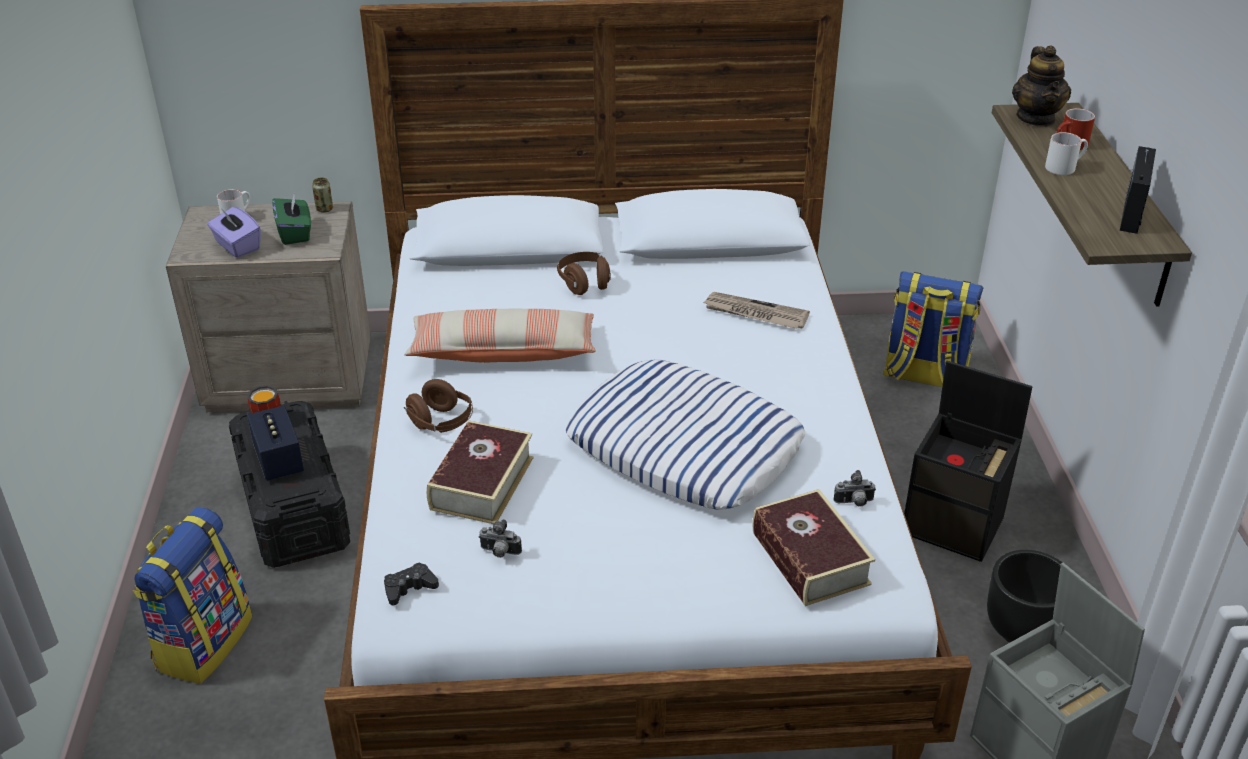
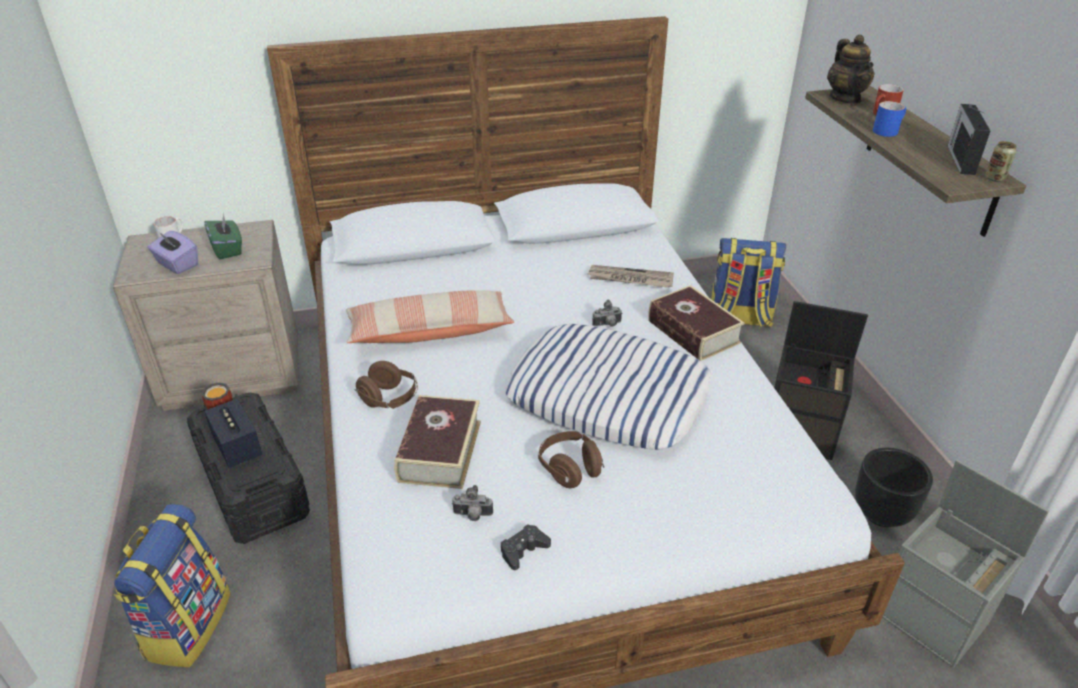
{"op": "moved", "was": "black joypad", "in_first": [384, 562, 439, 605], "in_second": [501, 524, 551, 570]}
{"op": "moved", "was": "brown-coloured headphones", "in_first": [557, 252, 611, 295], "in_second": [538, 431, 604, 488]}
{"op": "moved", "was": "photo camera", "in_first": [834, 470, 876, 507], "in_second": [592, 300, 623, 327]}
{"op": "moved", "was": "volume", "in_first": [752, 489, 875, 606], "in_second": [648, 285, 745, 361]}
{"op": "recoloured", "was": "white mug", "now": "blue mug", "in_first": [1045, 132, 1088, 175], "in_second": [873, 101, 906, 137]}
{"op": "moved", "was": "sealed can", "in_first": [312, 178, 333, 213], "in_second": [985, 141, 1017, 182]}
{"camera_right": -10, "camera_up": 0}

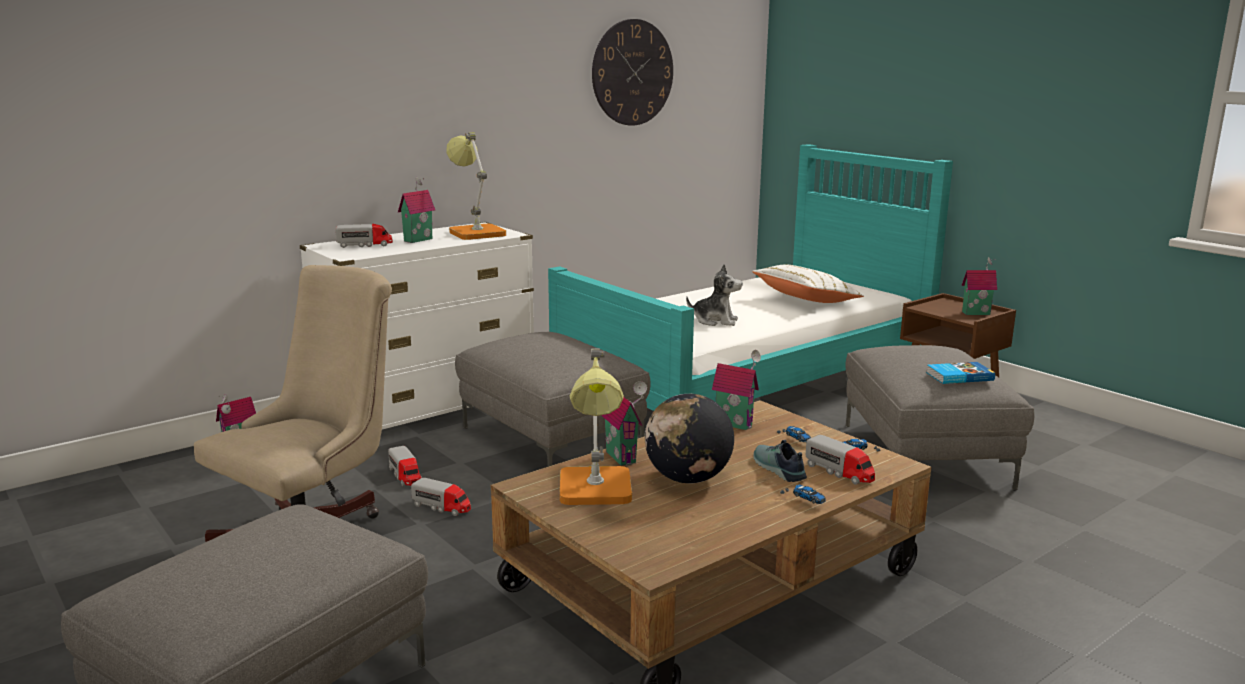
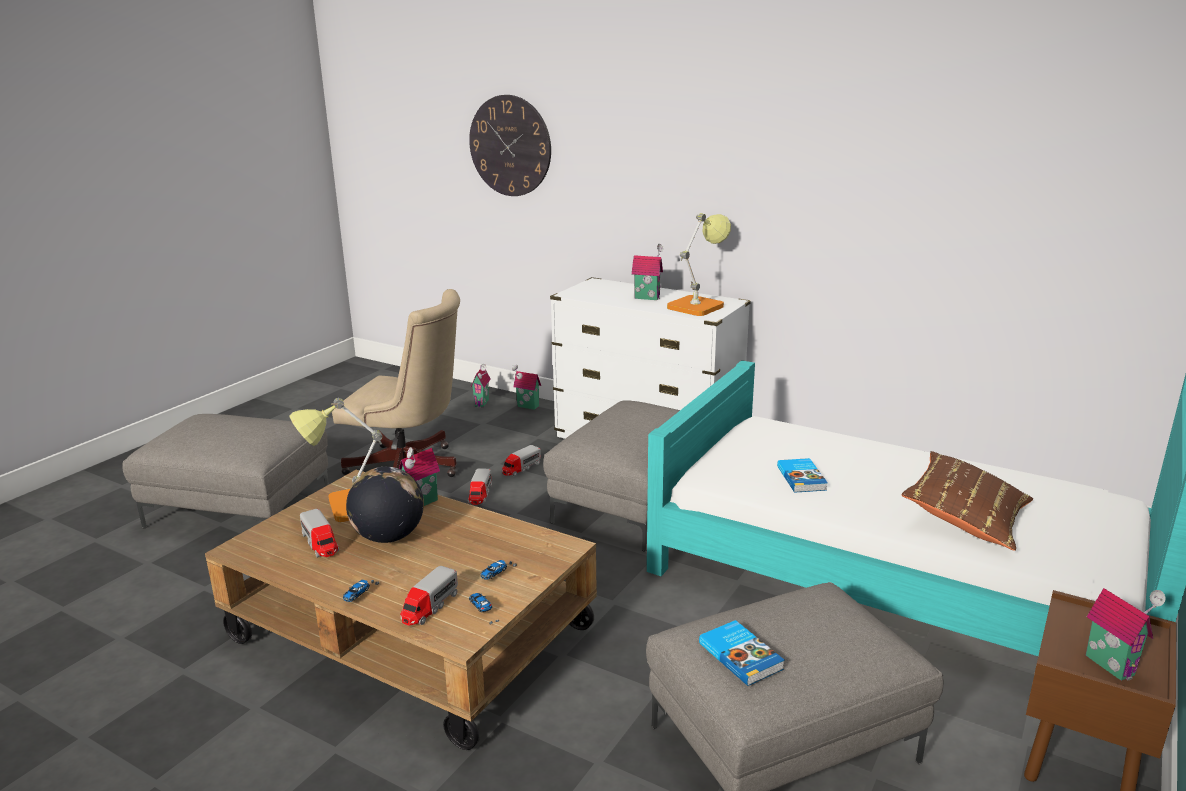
{"op": "moved", "was": "toy lorry", "in_first": [335, 223, 393, 248], "in_second": [300, 509, 339, 558]}
{"op": "moved", "was": "wall clock", "in_first": [592, 19, 673, 126], "in_second": [469, 95, 551, 196]}
{"op": "moved", "was": "miniature house", "in_first": [712, 350, 761, 430], "in_second": [471, 364, 491, 408]}
{"op": "replaced", "was": "soft toy", "now": "volume", "in_first": [686, 264, 743, 326], "in_second": [777, 458, 828, 493]}
{"op": "recoloured", "was": "white cushion", "now": "brown-coloured cushion", "in_first": [752, 264, 864, 303], "in_second": [902, 451, 1033, 551]}
{"op": "removed", "was": "shoe", "in_first": [753, 440, 807, 482]}
{"camera_right": 70, "camera_up": 5}

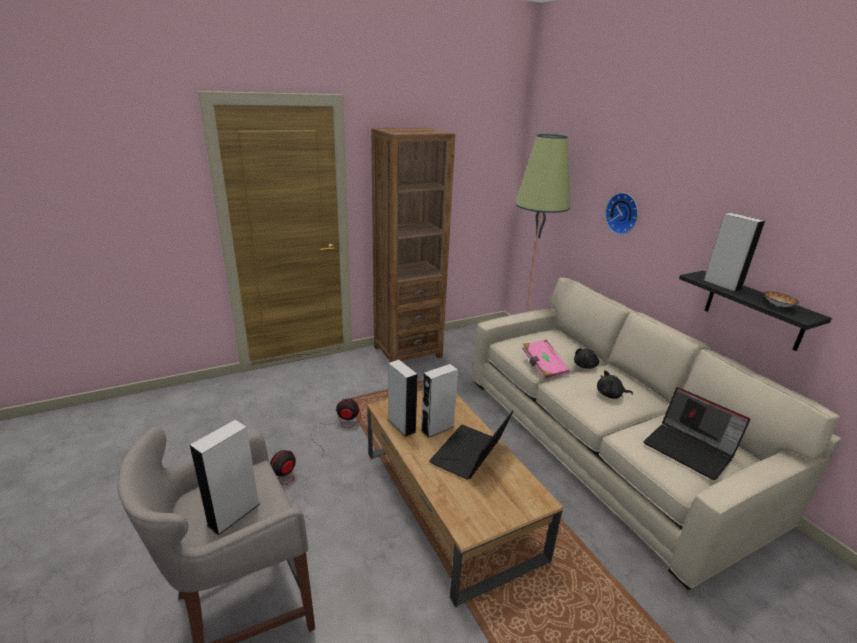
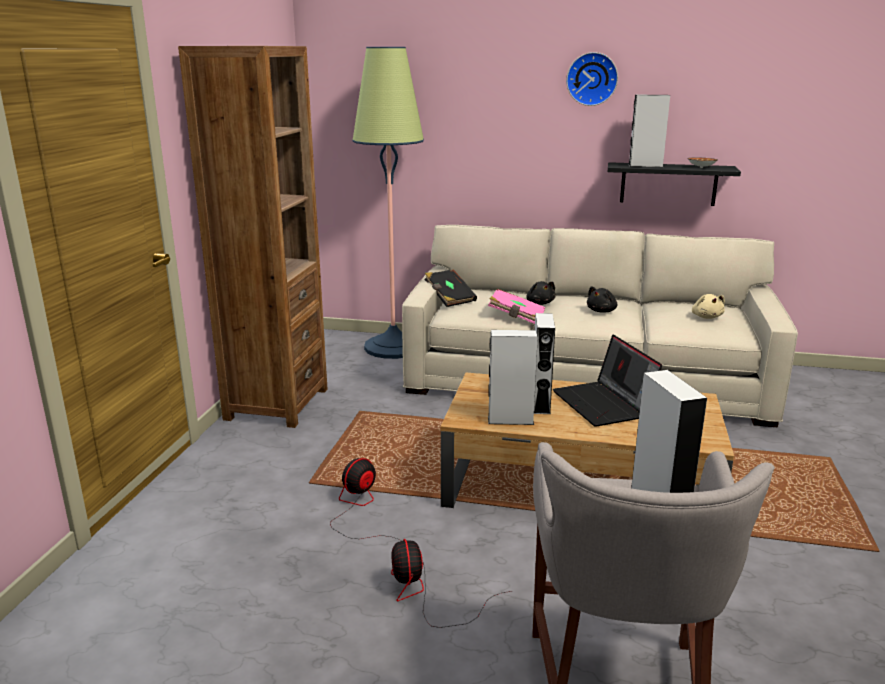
{"op": "added", "now": "black volume", "in_second": [425, 270, 477, 307]}
{"op": "moved", "was": "wall clock", "in_first": [605, 193, 638, 235], "in_second": [566, 52, 618, 106]}
{"op": "replaced", "was": "notebook computer", "now": "sand-coloured soft toy", "in_first": [643, 387, 750, 480], "in_second": [692, 294, 725, 319]}
{"camera_right": -50, "camera_up": -5}

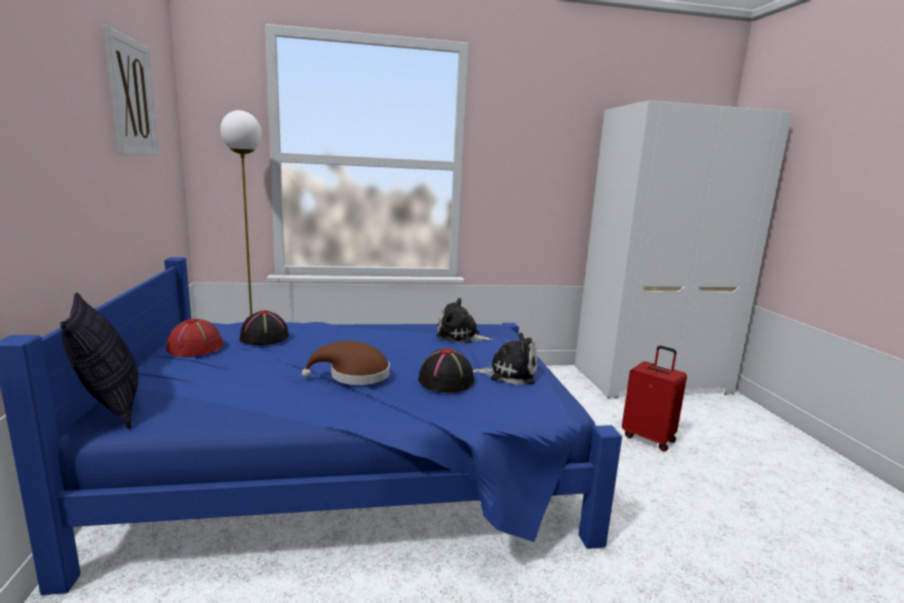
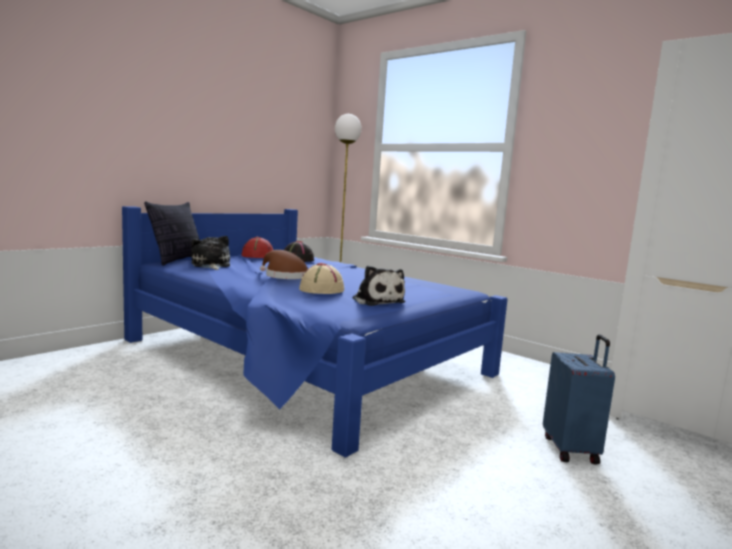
{"op": "moved", "was": "soft toy", "in_first": [436, 298, 493, 343], "in_second": [191, 236, 230, 270]}
{"op": "recoloured", "was": "black hat", "now": "sand-coloured hat", "in_first": [418, 349, 474, 393], "in_second": [299, 263, 344, 294]}
{"op": "recoloured", "was": "red suitcase", "now": "blue suitcase", "in_first": [622, 346, 687, 451], "in_second": [543, 334, 615, 465]}
{"op": "removed", "was": "wall picture", "in_first": [103, 26, 159, 155]}
{"camera_right": 50, "camera_up": -5}

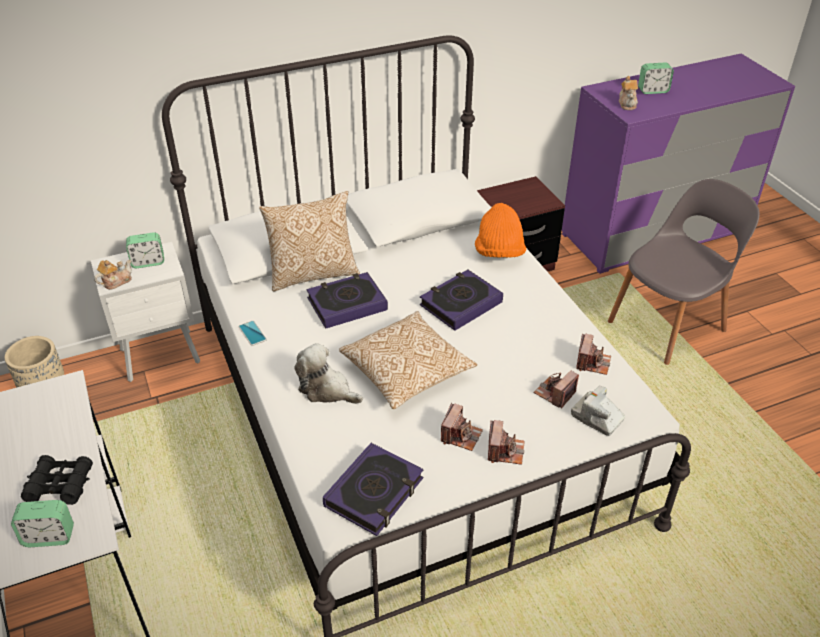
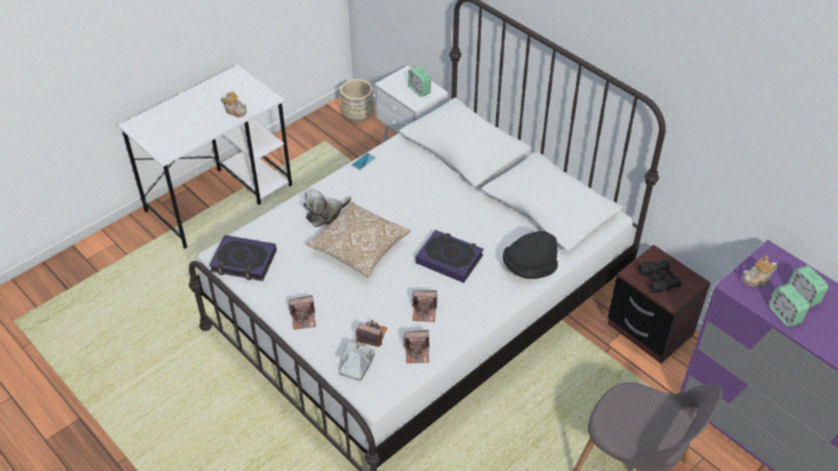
{"op": "moved", "was": "tea pot", "in_first": [94, 260, 132, 290], "in_second": [221, 91, 247, 117]}
{"op": "turned", "was": "soft toy", "in_first": [294, 343, 363, 404], "in_second": [303, 189, 351, 227], "clockwise": -135}
{"op": "moved", "was": "photo camera", "in_first": [441, 403, 483, 451], "in_second": [412, 290, 437, 322]}
{"op": "recoloured", "was": "orange hat", "now": "black hat", "in_first": [475, 203, 526, 258], "in_second": [503, 231, 558, 279]}
{"op": "moved", "was": "black binoculars", "in_first": [21, 455, 93, 505], "in_second": [638, 260, 682, 293]}
{"op": "moved", "was": "bedside clock", "in_first": [11, 500, 74, 547], "in_second": [769, 284, 810, 327]}
{"op": "removed", "was": "cushion", "in_first": [259, 191, 360, 292]}
{"op": "removed", "was": "volume", "in_first": [306, 272, 388, 329]}
{"camera_right": 70, "camera_up": 5}

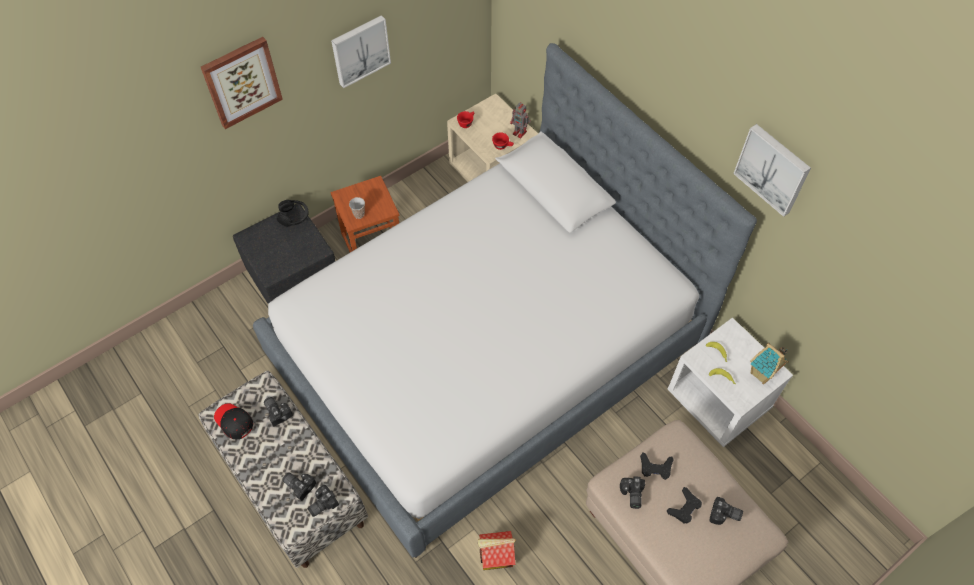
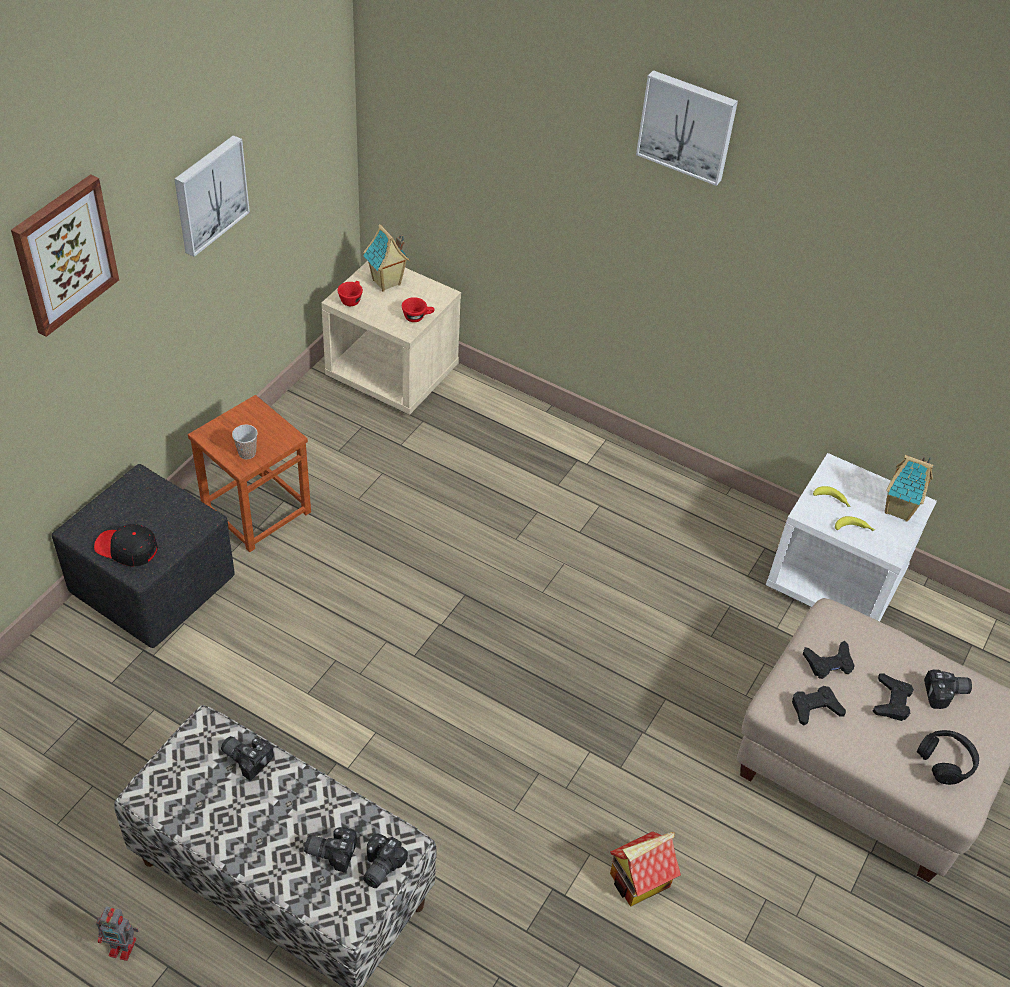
{"op": "moved", "was": "black baseball cap", "in_first": [214, 403, 253, 439], "in_second": [94, 524, 158, 567]}
{"op": "moved", "was": "robot figure", "in_first": [510, 102, 531, 139], "in_second": [96, 906, 138, 961]}
{"op": "added", "now": "miniature house", "in_second": [363, 224, 410, 291]}
{"op": "moved", "was": "wall picture", "in_first": [733, 124, 811, 217], "in_second": [636, 70, 738, 186]}
{"op": "replaced", "was": "photo camera", "now": "black joypad", "in_first": [620, 476, 645, 509], "in_second": [792, 686, 846, 726]}
{"op": "moved", "was": "black headphones", "in_first": [277, 200, 309, 227], "in_second": [917, 730, 979, 785]}
{"op": "removed", "was": "bedroom bed", "in_first": [253, 43, 757, 558]}
{"camera_right": -25, "camera_up": -10}

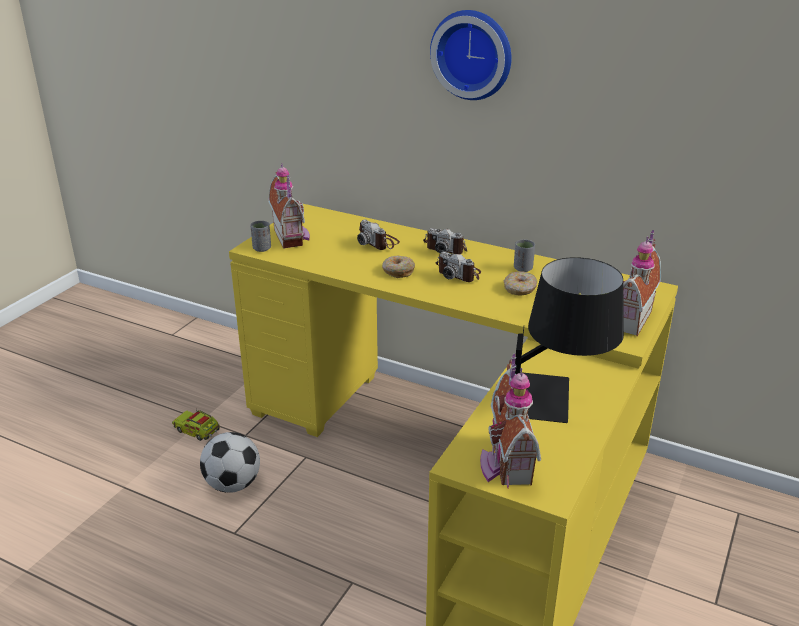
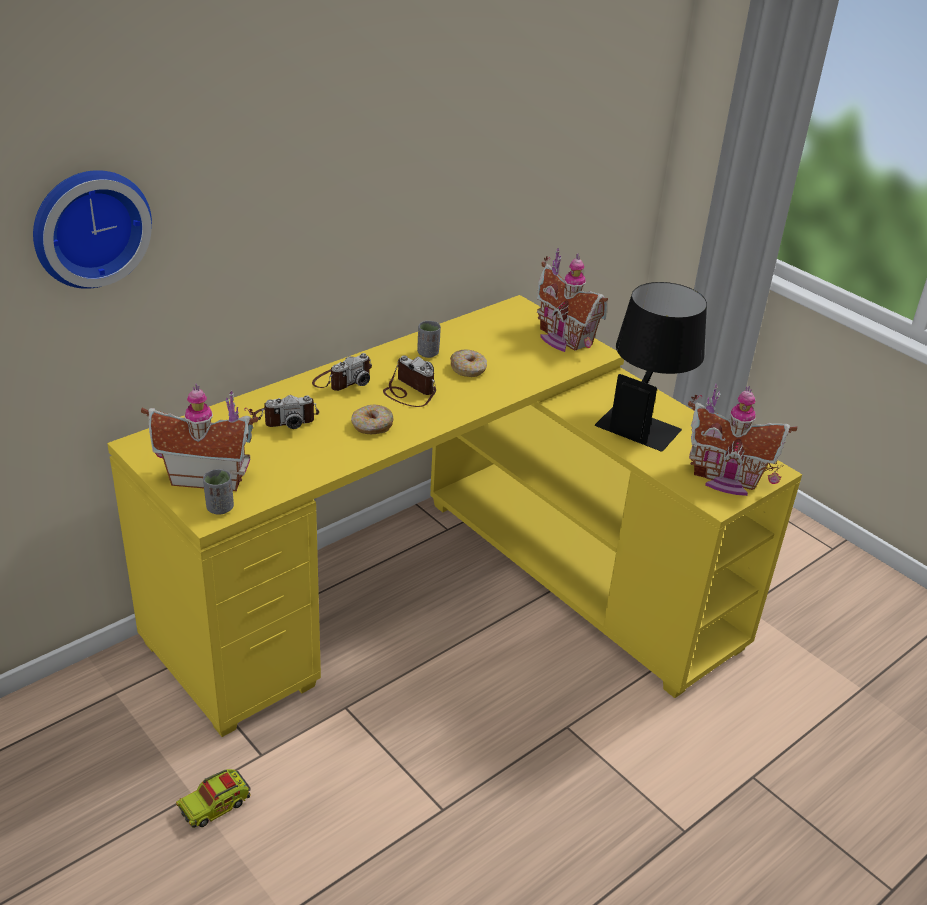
{"op": "moved", "was": "wall clock", "in_first": [430, 10, 512, 100], "in_second": [33, 170, 152, 289]}
{"op": "turned", "was": "photo camera", "in_first": [436, 251, 481, 282], "in_second": [383, 355, 436, 407], "clockwise": -105}
{"op": "removed", "was": "football ball", "in_first": [200, 432, 260, 493]}
{"camera_right": -70, "camera_up": 5}

